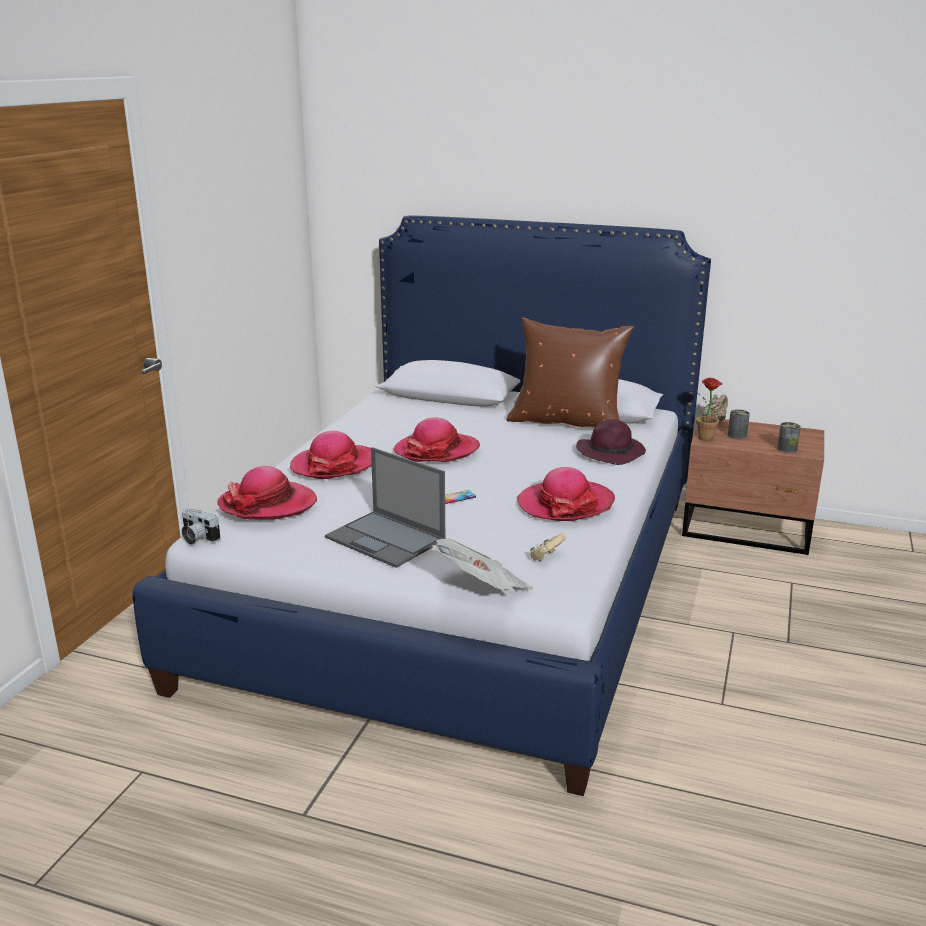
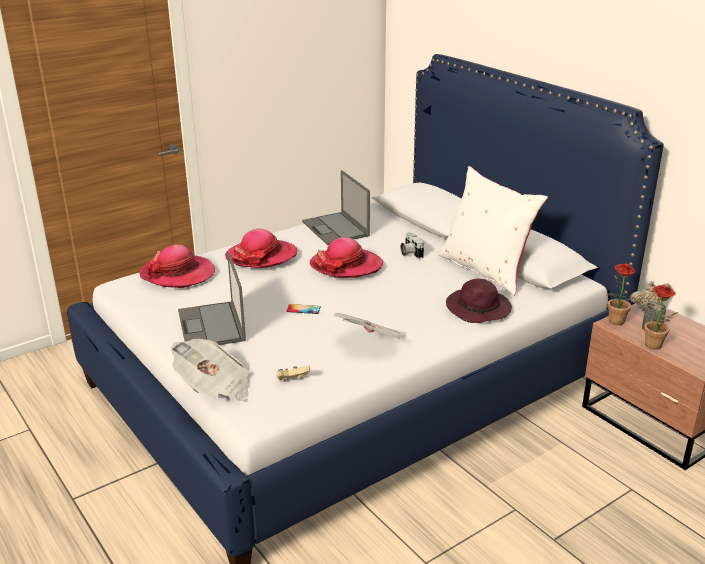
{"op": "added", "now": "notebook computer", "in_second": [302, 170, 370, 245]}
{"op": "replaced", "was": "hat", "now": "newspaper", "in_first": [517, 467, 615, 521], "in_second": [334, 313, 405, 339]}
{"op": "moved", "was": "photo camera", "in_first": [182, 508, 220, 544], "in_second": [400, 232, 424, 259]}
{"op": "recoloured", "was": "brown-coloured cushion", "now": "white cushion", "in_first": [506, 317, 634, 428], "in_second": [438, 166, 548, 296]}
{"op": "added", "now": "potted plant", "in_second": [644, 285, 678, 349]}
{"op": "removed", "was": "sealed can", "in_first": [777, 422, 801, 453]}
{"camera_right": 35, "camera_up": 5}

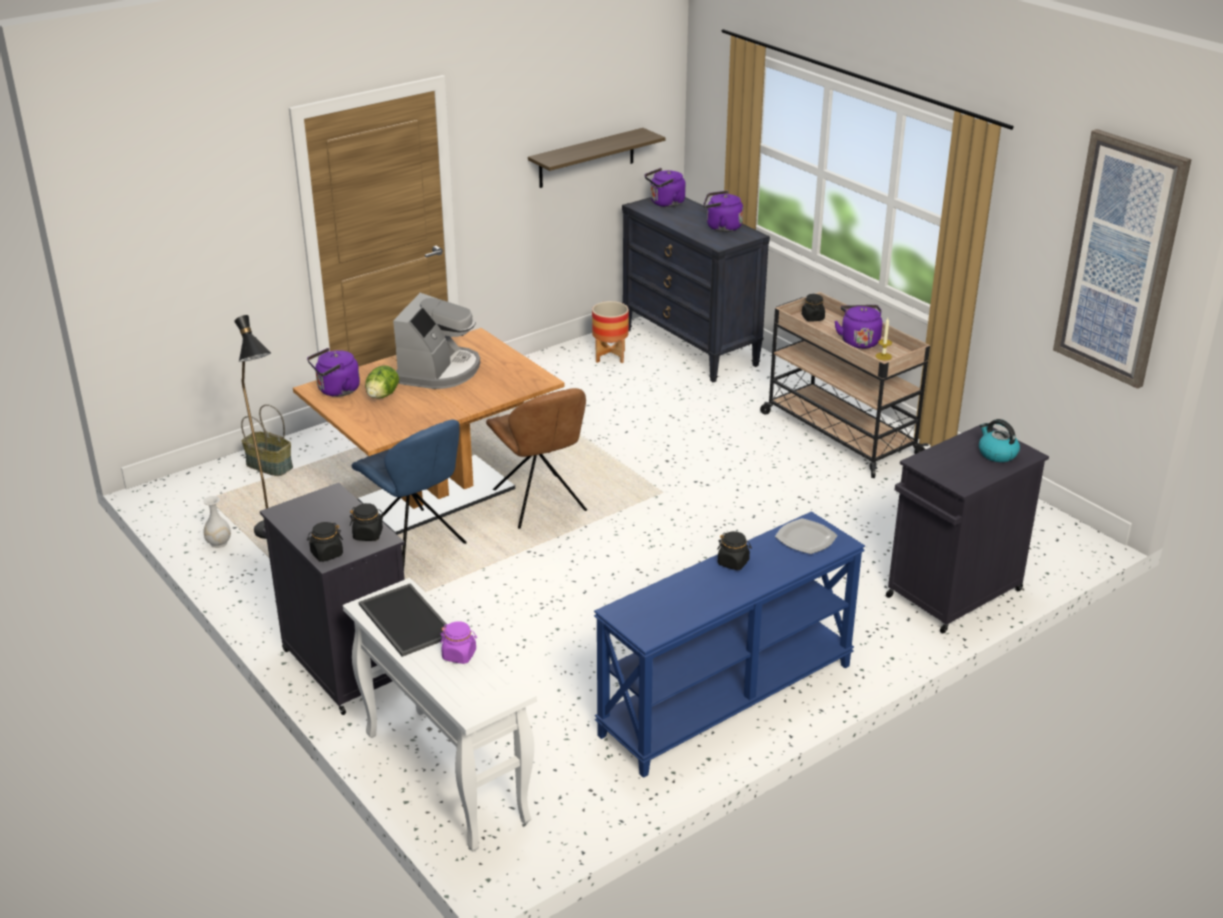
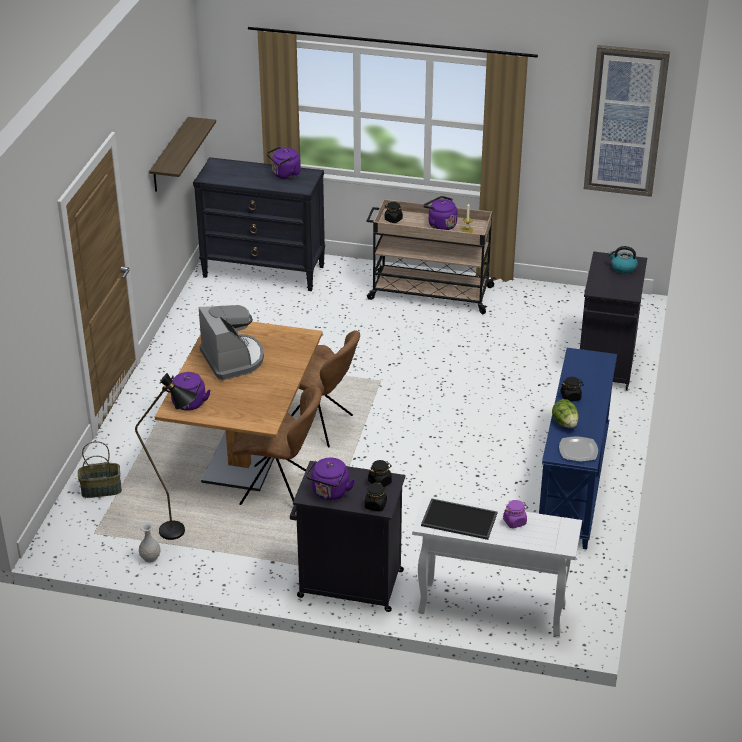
{"op": "recoloured", "was": "blue plain chair", "now": "brown-coloured plain chair", "in_first": [352, 420, 467, 567], "in_second": [232, 386, 322, 505]}
{"op": "moved", "was": "purplish kettle", "in_first": [645, 168, 686, 207], "in_second": [306, 458, 355, 500]}
{"op": "moved", "was": "lettuce head", "in_first": [365, 365, 399, 398], "in_second": [552, 399, 579, 428]}
{"op": "moved", "was": "flat dish", "in_first": [775, 518, 837, 554], "in_second": [559, 436, 598, 461]}
{"op": "removed", "was": "planter", "in_first": [592, 301, 629, 363]}
{"camera_right": -40, "camera_up": 5}

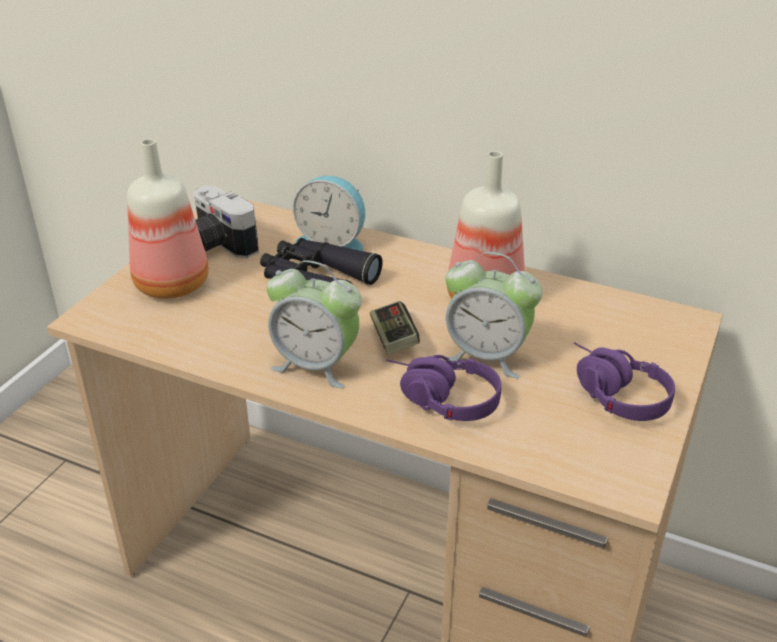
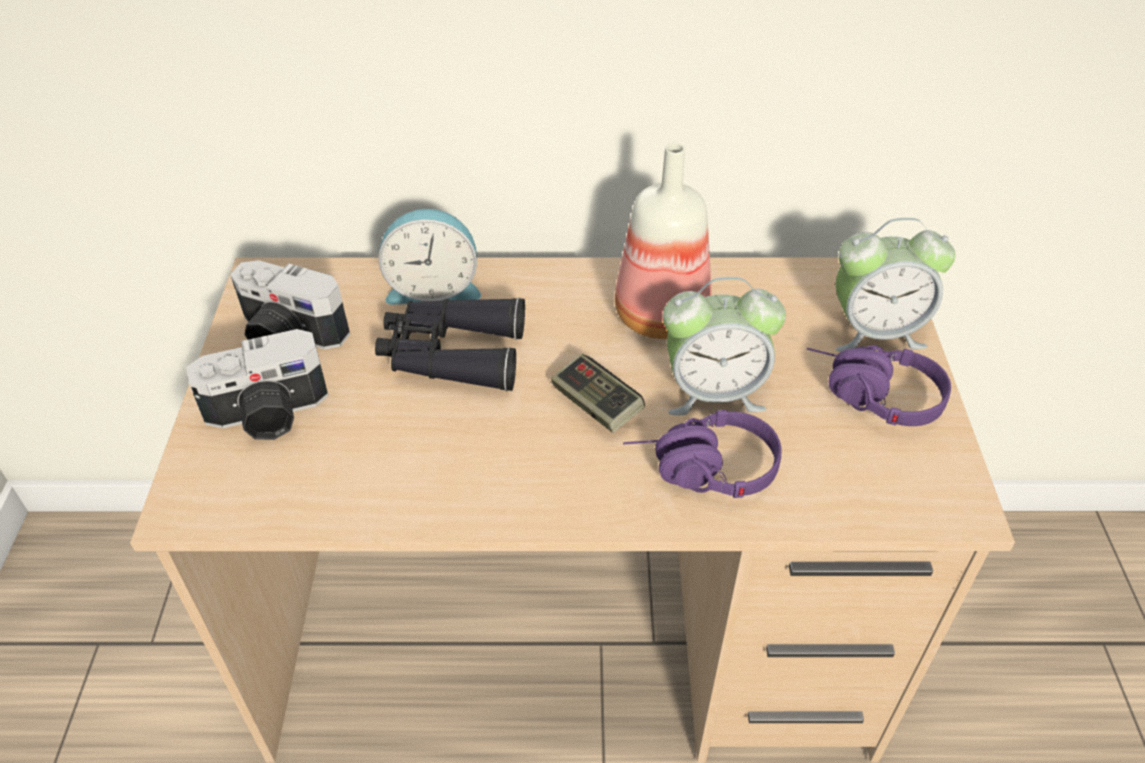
{"op": "replaced", "was": "drink bottle", "now": "photo camera", "in_first": [127, 139, 209, 299], "in_second": [186, 329, 328, 440]}
{"op": "moved", "was": "bedside clock", "in_first": [267, 260, 362, 388], "in_second": [836, 218, 956, 352]}
{"camera_right": -25, "camera_up": 10}

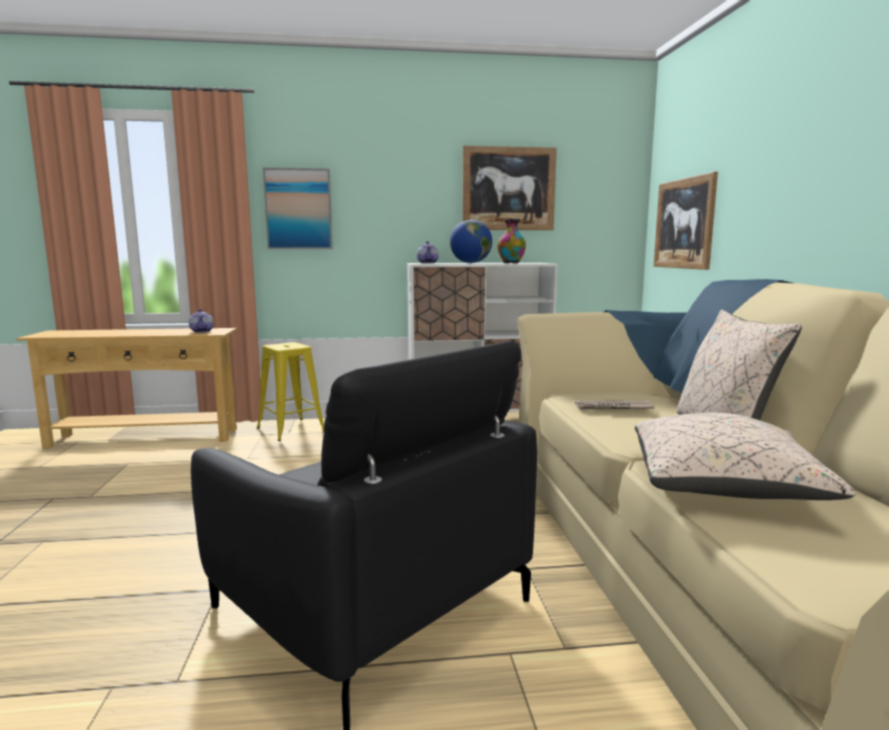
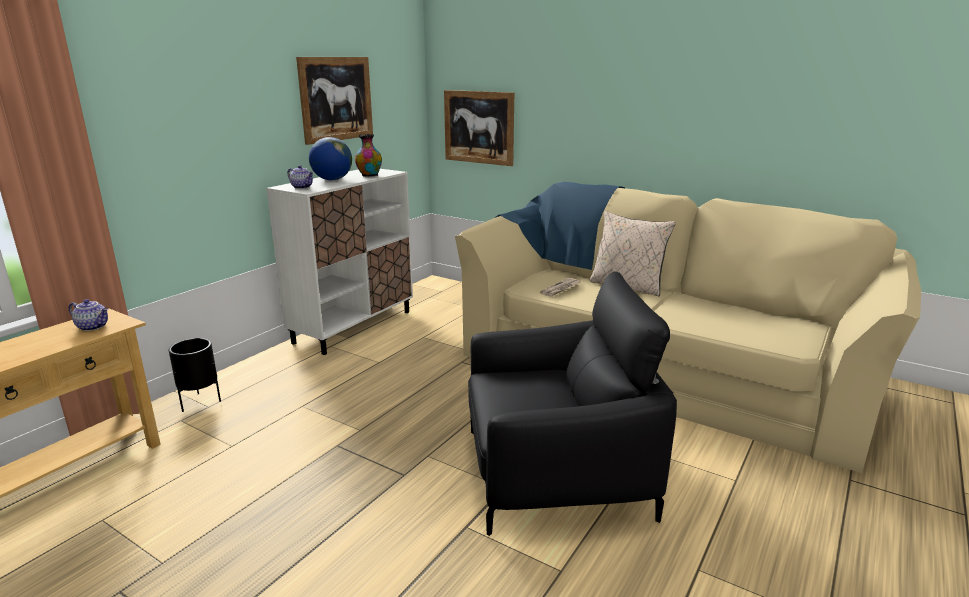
{"op": "replaced", "was": "yellow-coloured sitting stool", "now": "black planter", "in_first": [257, 342, 325, 441], "in_second": [169, 338, 221, 412]}
{"op": "removed", "was": "wall picture", "in_first": [263, 168, 333, 249]}
{"op": "removed", "was": "sand-coloured cushion", "in_first": [635, 413, 855, 500]}
{"camera_right": -50, "camera_up": 10}

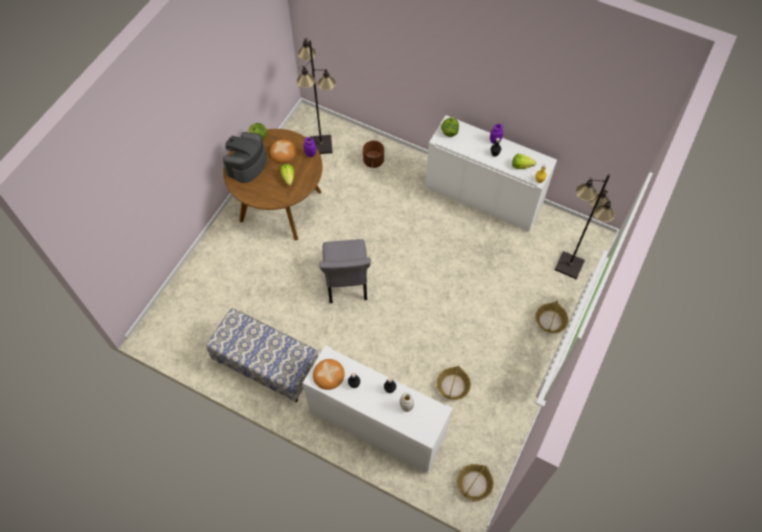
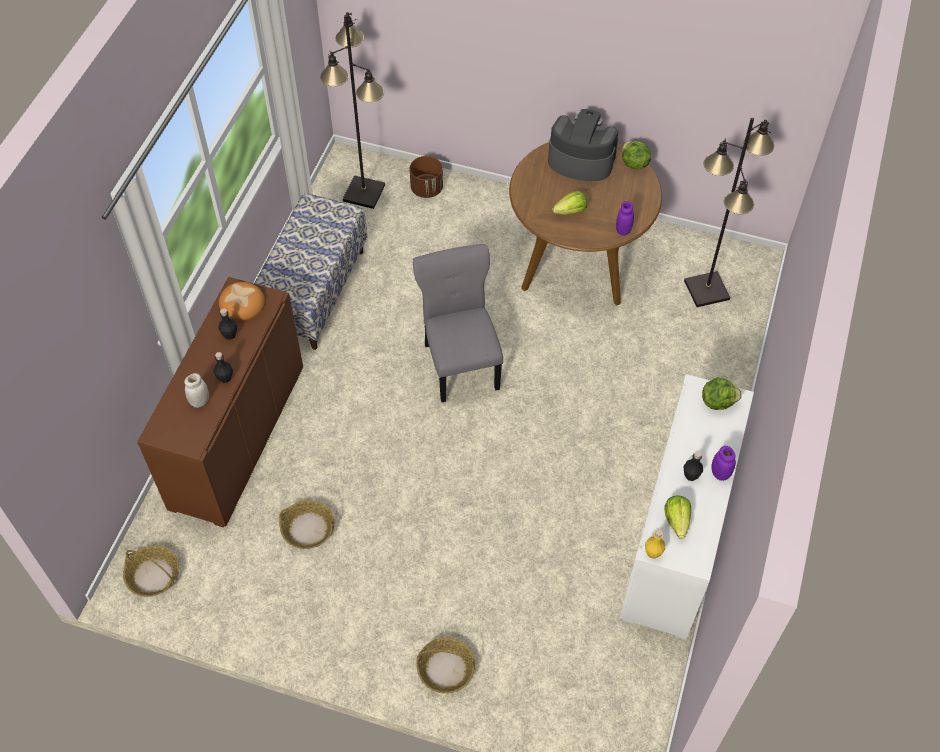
{"op": "recoloured", "was": "white storage cabinet", "now": "brown-coloured storage cabinet", "in_first": [303, 345, 453, 473], "in_second": [137, 277, 303, 527]}
{"op": "moved", "was": "black standing lamp", "in_first": [555, 174, 615, 279], "in_second": [320, 12, 385, 209]}
{"op": "moved", "was": "brown-coloured planter", "in_first": [363, 141, 384, 168], "in_second": [410, 156, 443, 198]}
{"op": "turned", "was": "grey plain chair", "in_first": [319, 239, 371, 303], "in_second": [413, 244, 503, 403], "clockwise": 90}
{"op": "removed", "was": "bakery bread", "in_first": [270, 140, 297, 163]}
{"camera_right": 80, "camera_up": -5}

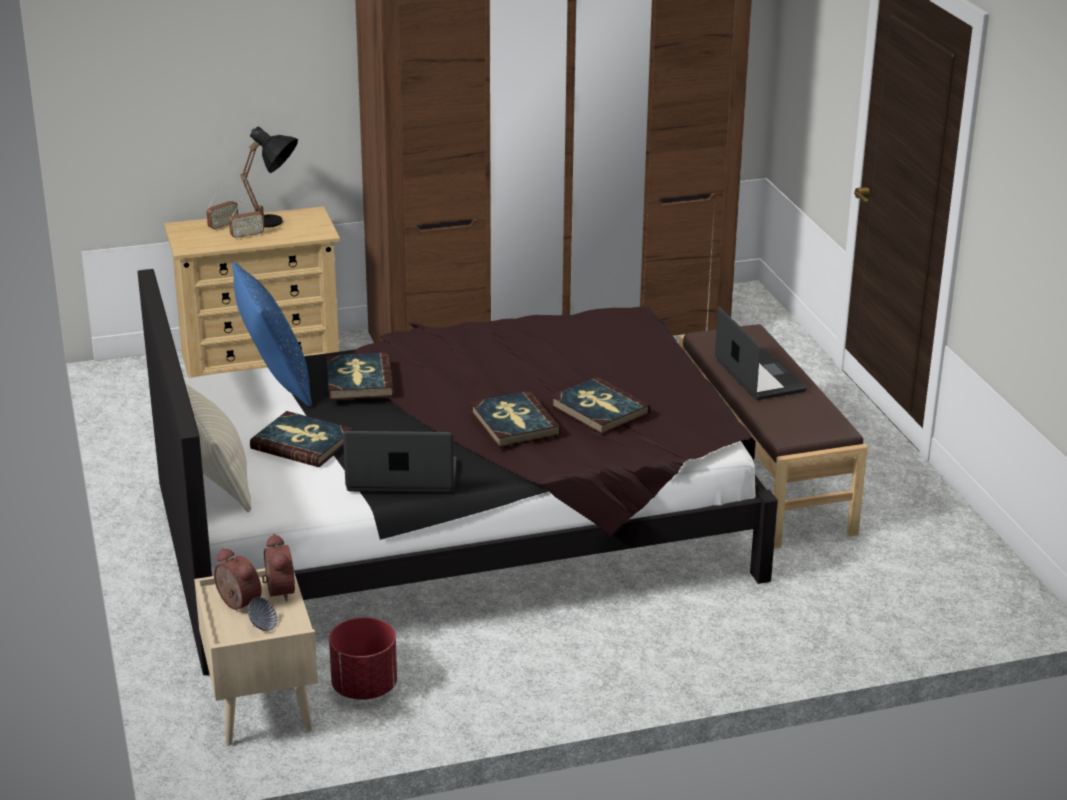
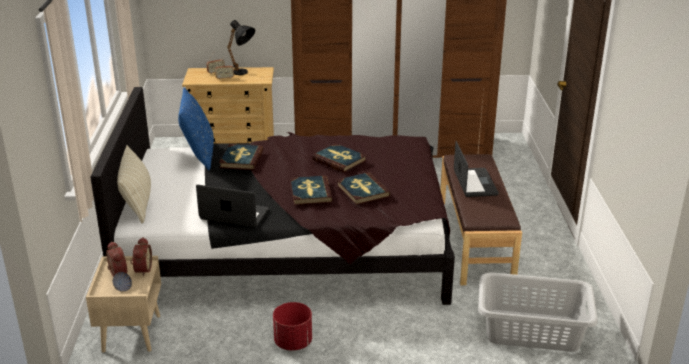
{"op": "moved", "was": "red planter", "in_first": [329, 618, 397, 700], "in_second": [273, 302, 312, 351]}
{"op": "moved", "was": "volume", "in_first": [250, 411, 353, 467], "in_second": [312, 143, 367, 173]}
{"op": "added", "now": "grey washing basket", "in_second": [478, 272, 598, 352]}
{"camera_right": 15, "camera_up": 0}

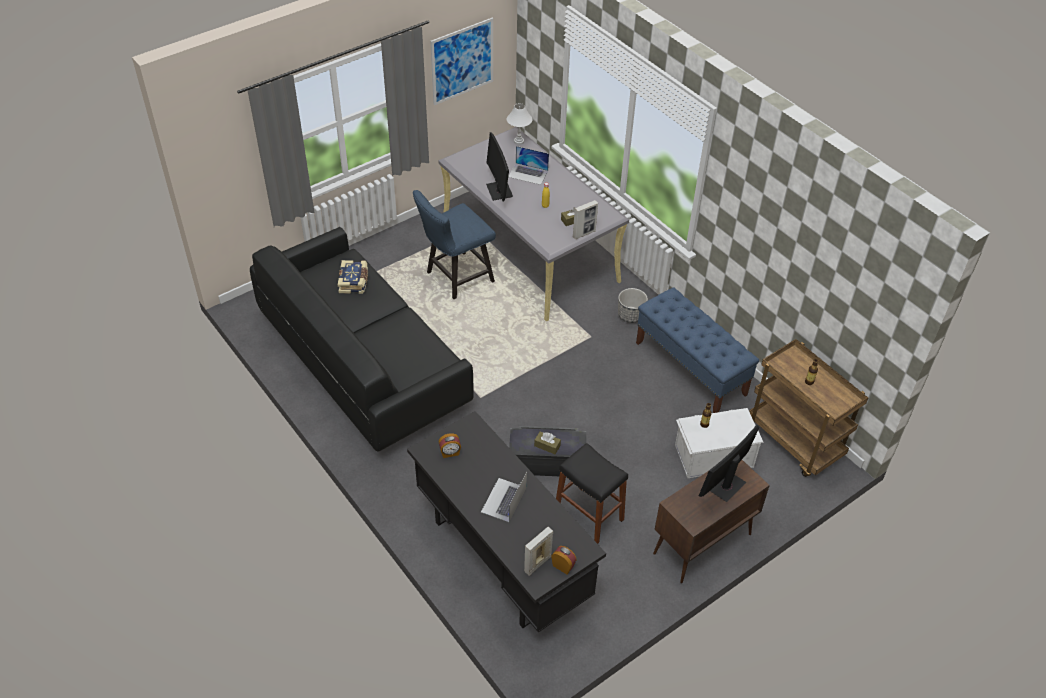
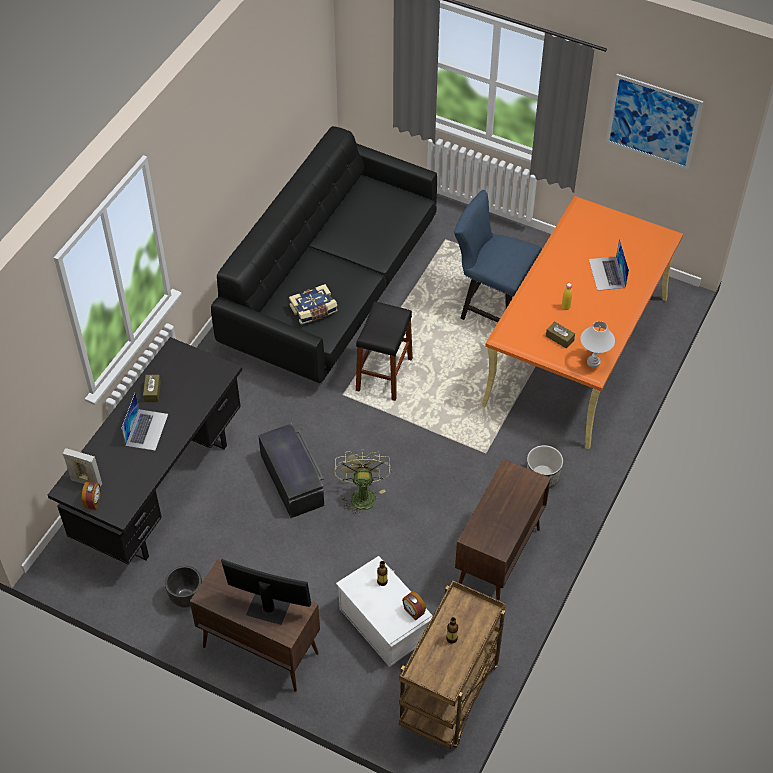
{"op": "turned", "was": "notebook computer", "in_first": [481, 471, 527, 522], "in_second": [121, 393, 168, 451], "clockwise": 105}
{"op": "moved", "was": "brown-coloured tissue holder", "in_first": [534, 431, 561, 454], "in_second": [143, 375, 161, 402]}
{"op": "added", "now": "black planter", "in_second": [165, 566, 202, 607]}
{"op": "moved", "was": "volume", "in_first": [338, 260, 368, 294], "in_second": [289, 284, 338, 324]}
{"op": "added", "now": "greenish electric fan", "in_second": [334, 449, 392, 517]}
{"op": "moved", "was": "black sitting stool", "in_first": [556, 443, 628, 544], "in_second": [356, 301, 413, 401]}
{"op": "moved", "was": "bedside clock", "in_first": [439, 433, 461, 458], "in_second": [402, 591, 426, 621]}
{"op": "replaced", "was": "blue bench", "now": "brown-coloured storage cabinet", "in_first": [636, 288, 759, 413], "in_second": [455, 459, 551, 601]}
{"op": "recoloured", "was": "grey desk unit", "now": "orange desk unit", "in_first": [439, 127, 629, 321], "in_second": [481, 196, 683, 449]}
{"op": "moved", "was": "white table lamp", "in_first": [507, 103, 533, 145], "in_second": [580, 321, 615, 368]}
{"op": "removed", "was": "computer display", "in_first": [486, 132, 513, 201]}
{"op": "removed", "was": "picture frame", "in_first": [573, 200, 598, 239]}
{"camera_right": 65, "camera_up": 5}

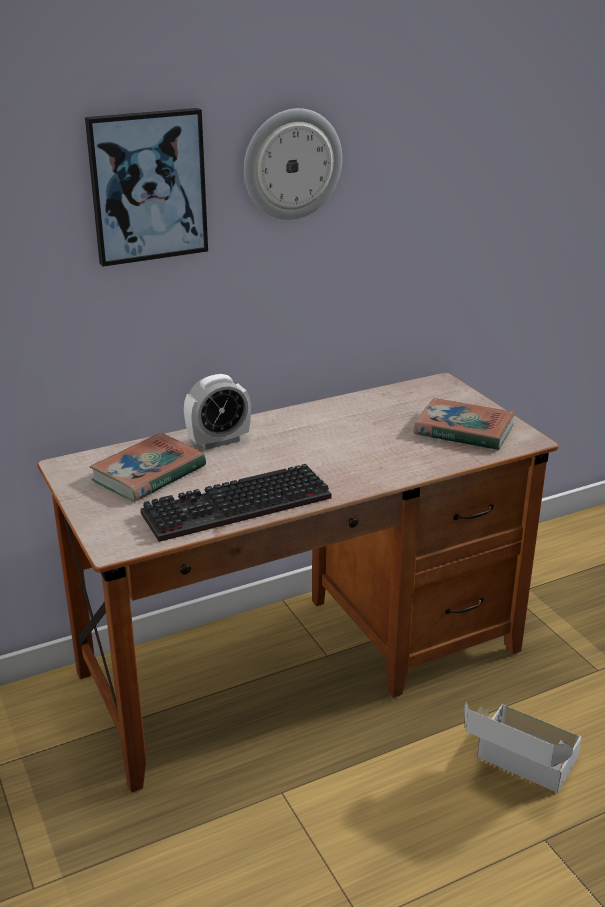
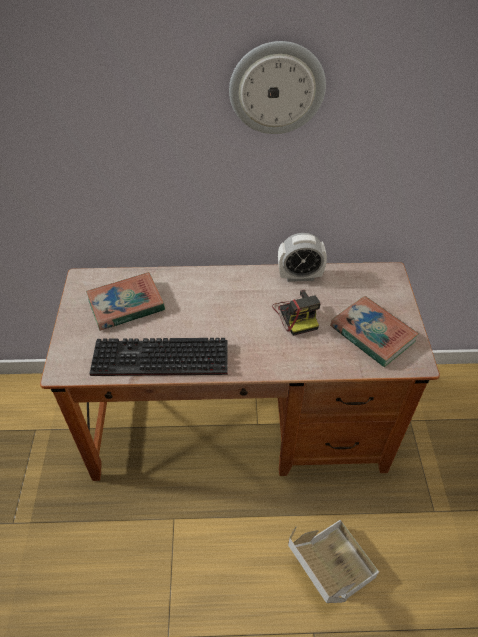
{"op": "added", "now": "photo camera", "in_second": [272, 290, 321, 336]}
{"op": "moved", "was": "bedside clock", "in_first": [184, 374, 251, 450], "in_second": [278, 233, 327, 282]}
{"op": "removed", "was": "wall picture", "in_first": [85, 108, 208, 267]}
{"camera_right": 25, "camera_up": 20}

